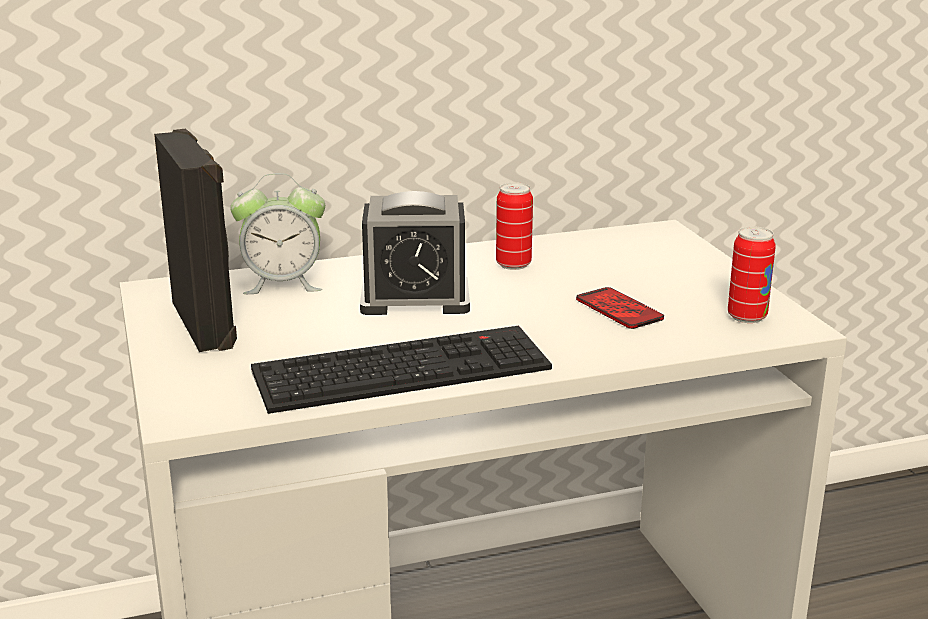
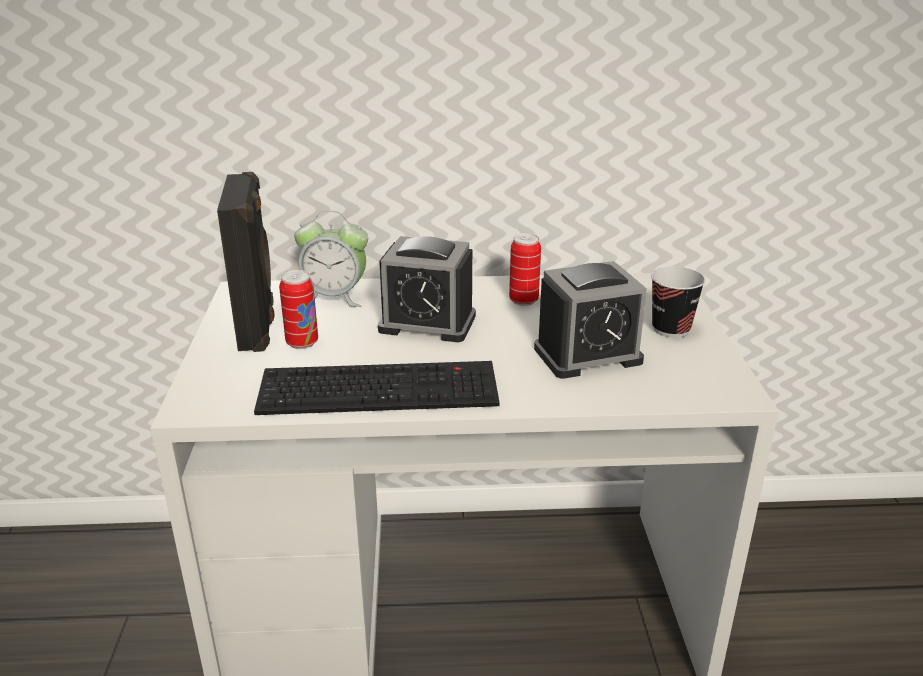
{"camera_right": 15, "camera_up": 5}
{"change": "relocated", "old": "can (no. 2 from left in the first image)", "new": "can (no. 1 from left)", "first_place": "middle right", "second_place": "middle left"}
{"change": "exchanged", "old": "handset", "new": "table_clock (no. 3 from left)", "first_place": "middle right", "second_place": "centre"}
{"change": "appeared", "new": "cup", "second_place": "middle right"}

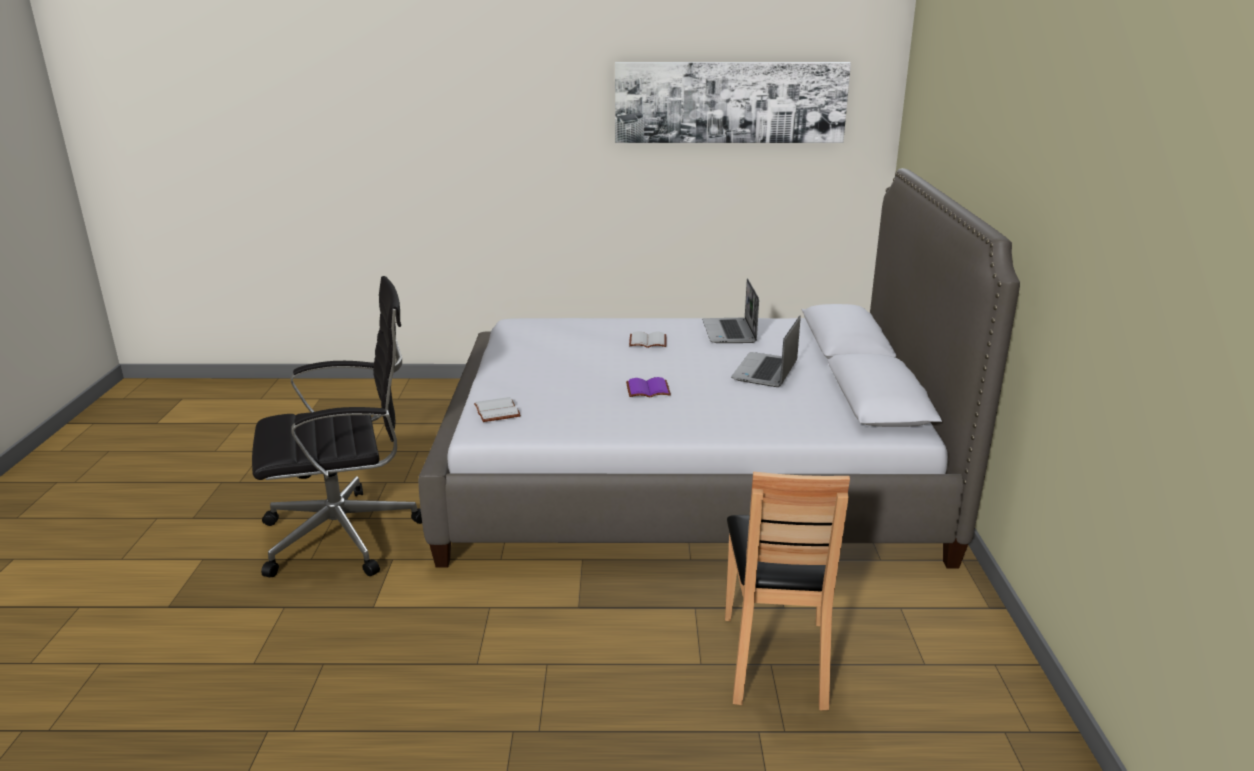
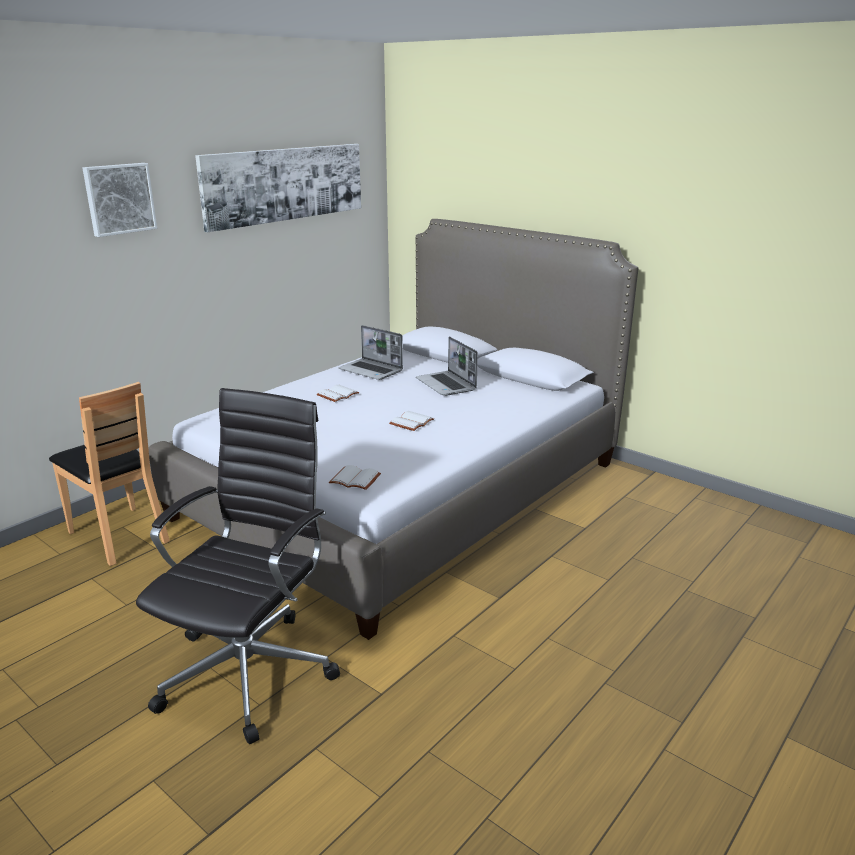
{"camera_right": -50, "camera_up": 0}
{"change": "colour", "old": "purple-coloured_volume", "new": "white_volume (no. 3 from left)", "first_place": "centre", "second_place": "centre"}
{"change": "relocated", "old": "brownish_plain_chair", "first_place": "bottom centre", "second_place": "middle left"}
{"change": "appeared", "new": "wall_art (no. 1 from left)", "second_place": "top left"}

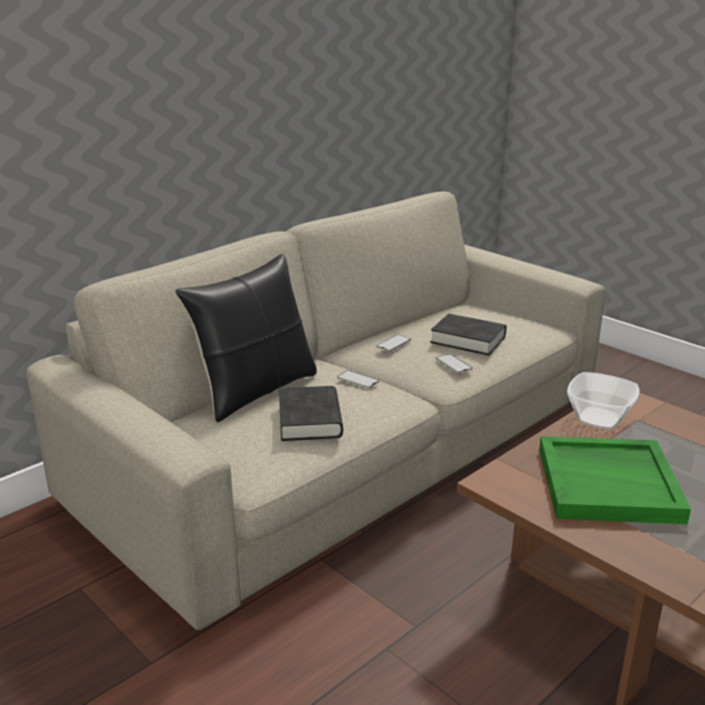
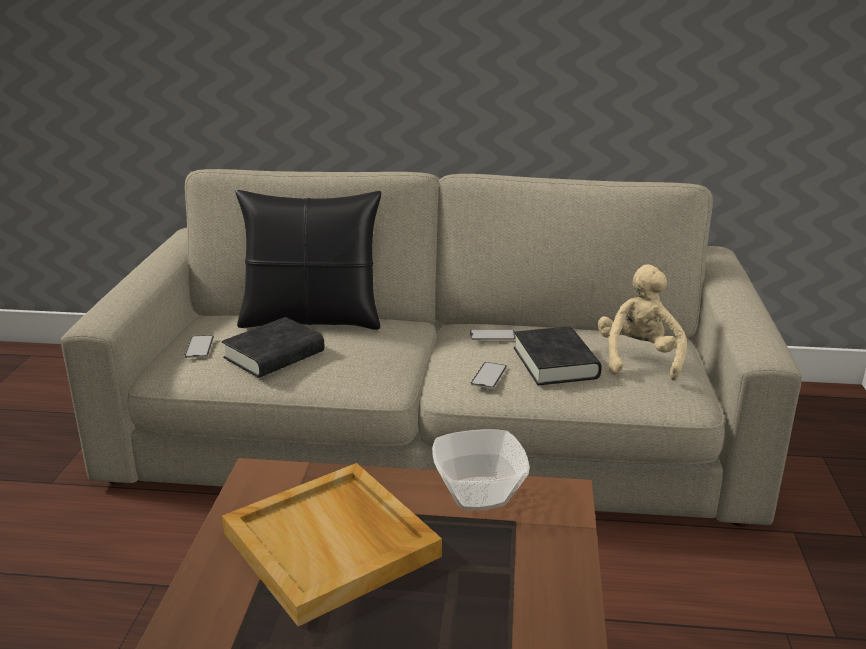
{"camera_right": 50, "camera_up": 0}
{"change": "relocated", "old": "handset (no. 1 from left)", "first_place": "centre", "second_place": "middle left"}
{"change": "colour", "old": "green_carrying_tray", "new": "beige-coloured_carrying_tray", "first_place": "bottom right", "second_place": "bottom centre"}
{"change": "appeared", "new": "beige-coloured_cuddly_toy", "second_place": "middle right"}

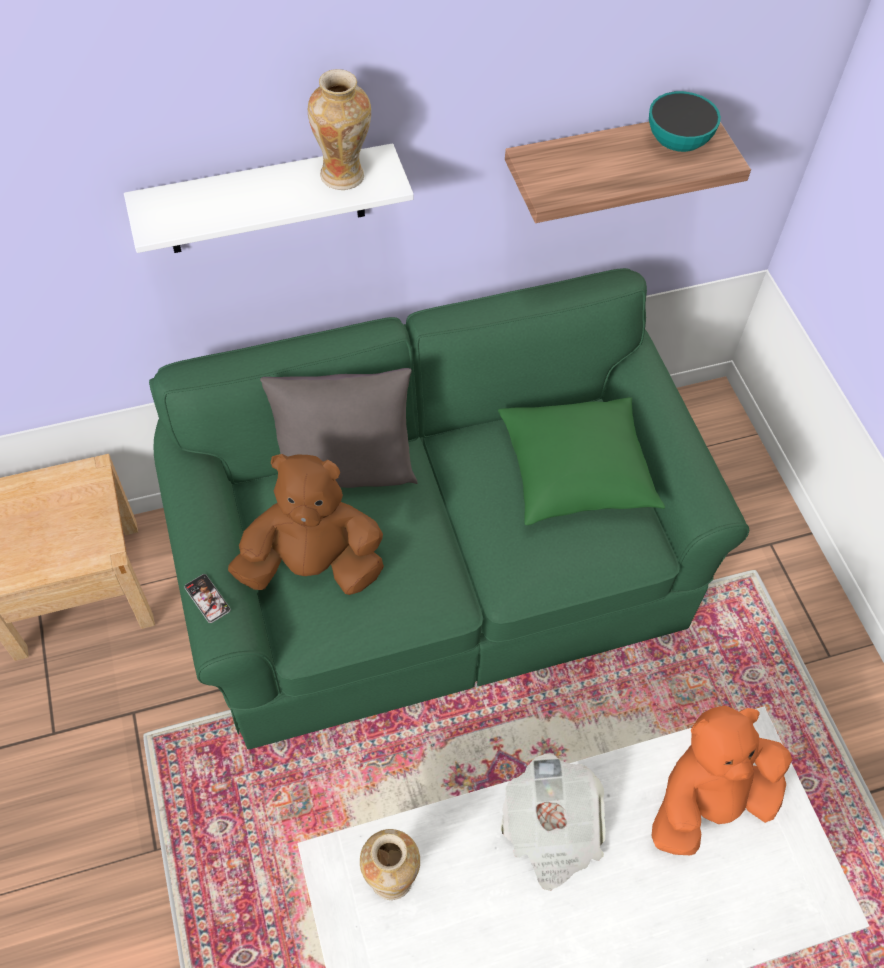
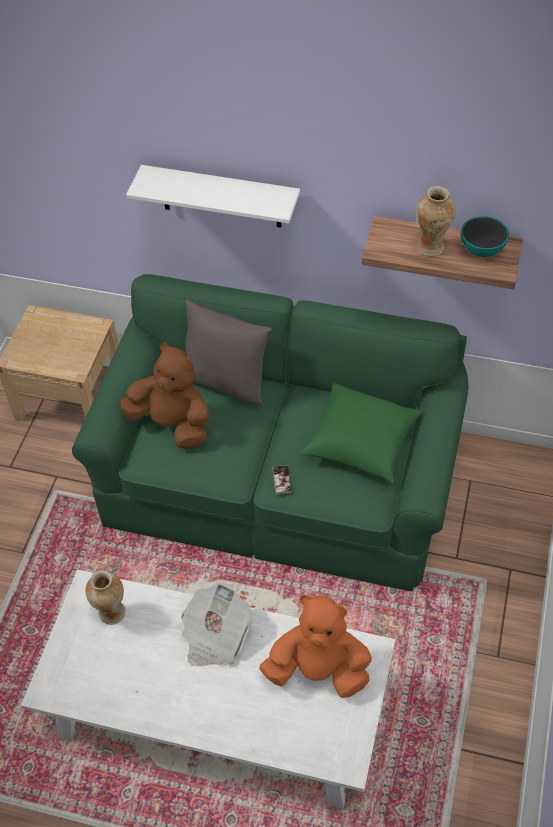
{"camera_right": 35, "camera_up": -5}
{"change": "relocated", "old": "vase (no. 1 from left in the first image)", "new": "vase (no. 2 from left)", "first_place": "top centre", "second_place": "top right"}
{"change": "relocated", "old": "handset", "first_place": "middle left", "second_place": "centre"}

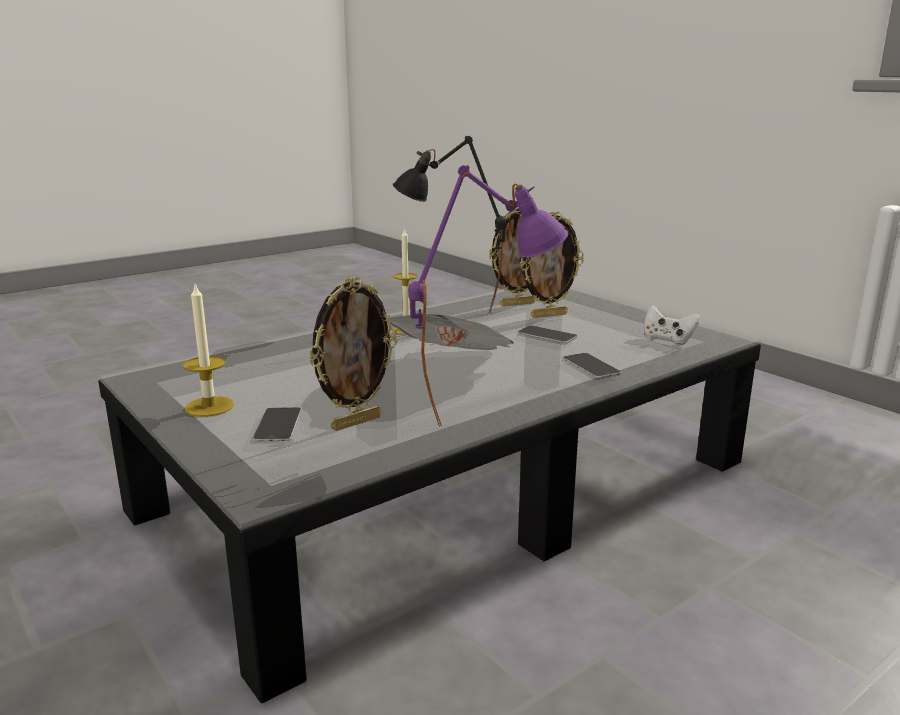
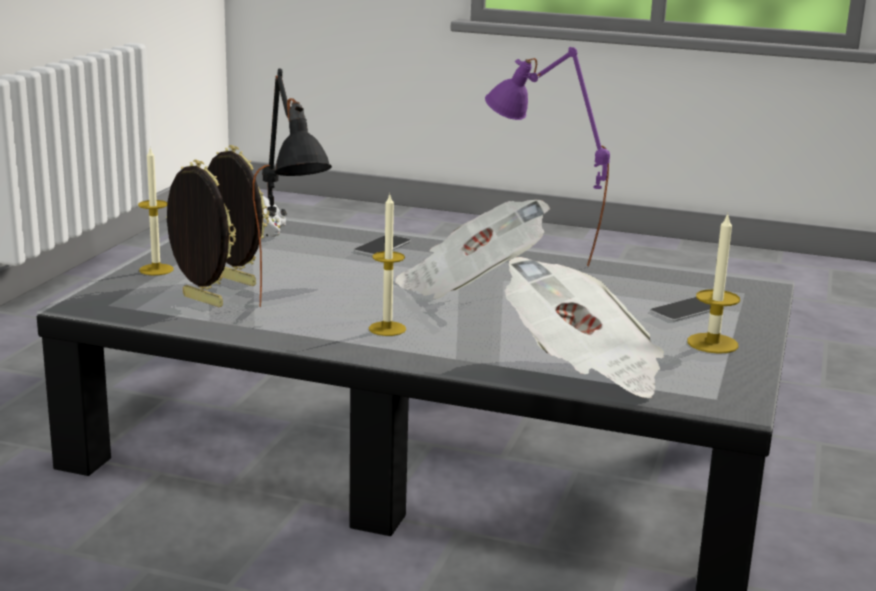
{"camera_right": -125, "camera_up": 0}
{"change": "missing", "old": "picture_frame (no. 1 from left)", "first_place": "centre"}
{"change": "missing", "old": "handset (no. 2 from left)", "first_place": "centre"}
{"change": "appeared", "new": "wax_light (no. 1 from left)", "second_place": "middle left"}
{"change": "appeared", "new": "newspaper (no. 2 from left)", "second_place": "middle right"}

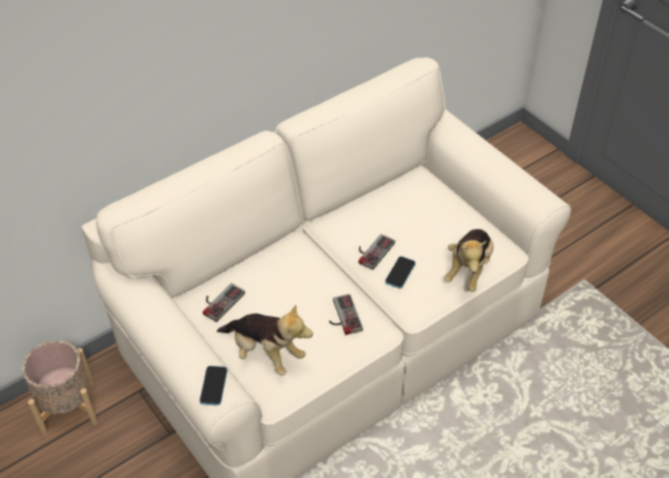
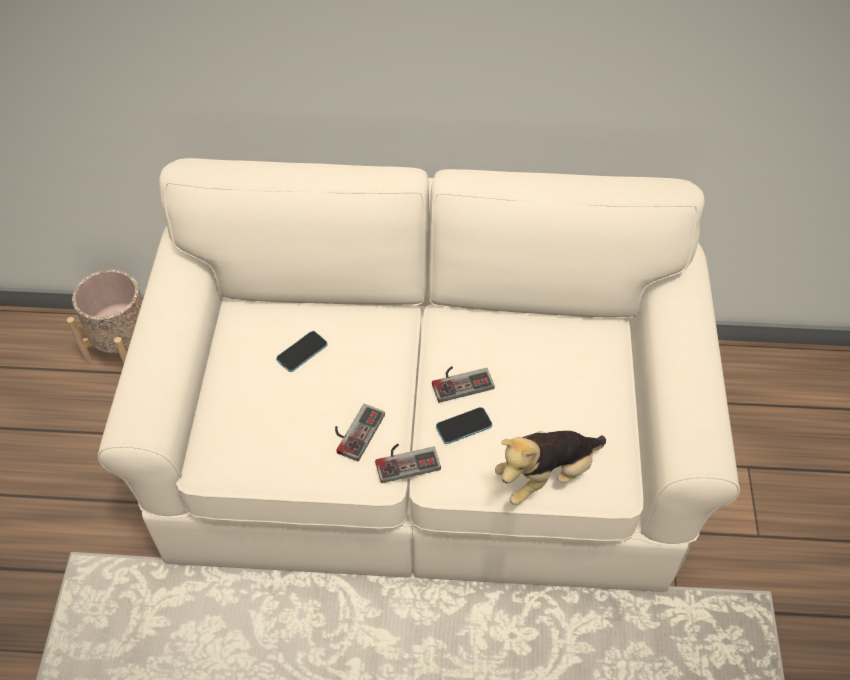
{"camera_right": 40, "camera_up": 5}
{"change": "relocated", "old": "gamepad (no. 1 from left in the first image)", "new": "gamepad (no. 2 from left)", "first_place": "centre", "second_place": "bottom centre"}
{"change": "missing", "old": "cuddly_toy (no. 1 from left)", "first_place": "bottom centre"}
{"change": "relocated", "old": "handset (no. 1 from left)", "first_place": "bottom left", "second_place": "centre"}

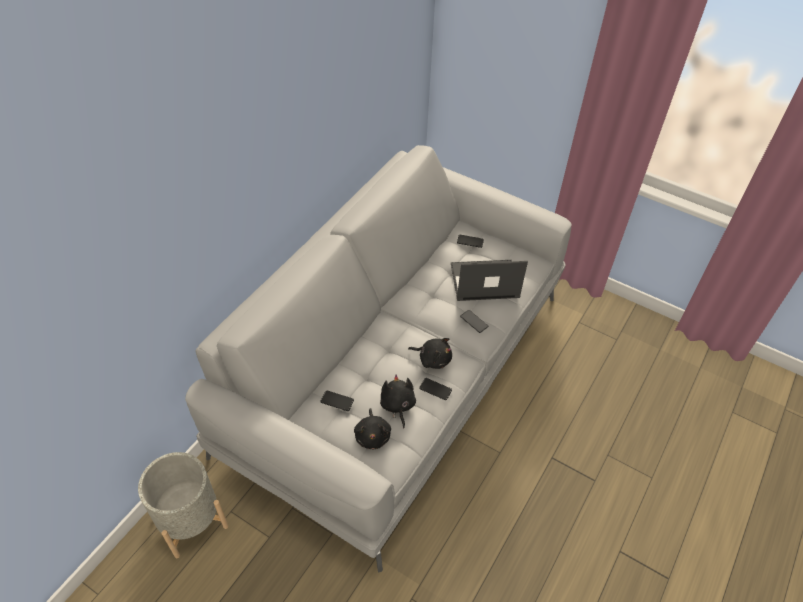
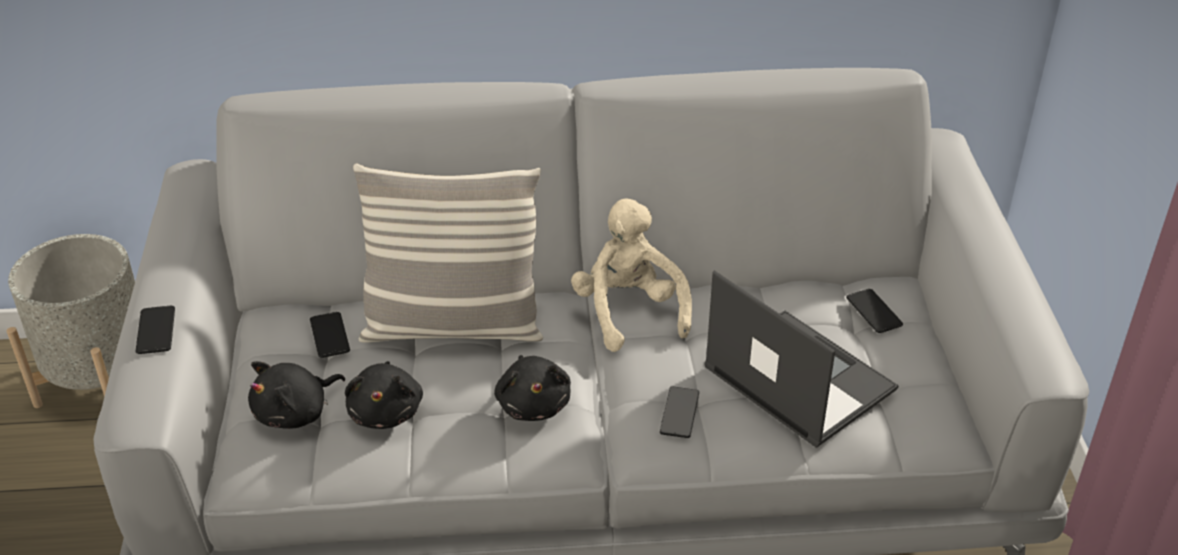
{"camera_right": 55, "camera_up": -10}
{"change": "spun", "old": "blackish_cuddly_toy (no. 2 from left)", "first_place": "centre", "second_place": "bottom left", "degrees": 135}
{"change": "relocated", "old": "handset (no. 2 from left in the first image)", "new": "handset (no. 1 from left)", "first_place": "centre", "second_place": "middle left"}
{"change": "appeared", "new": "throw_pillow", "second_place": "centre"}
{"change": "appeared", "new": "beige-coloured_cuddly_toy", "second_place": "centre"}

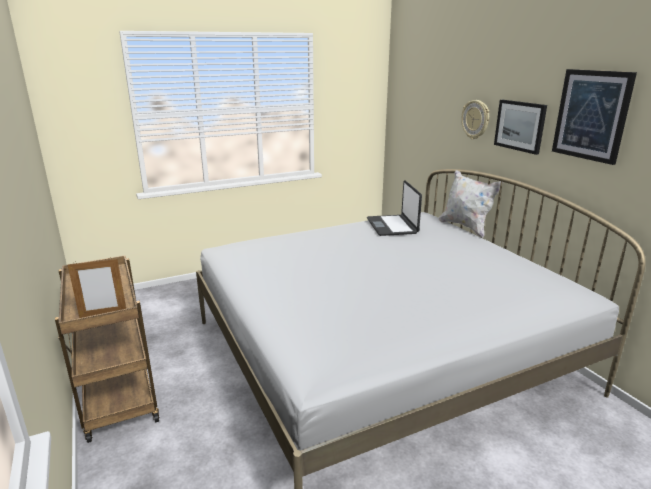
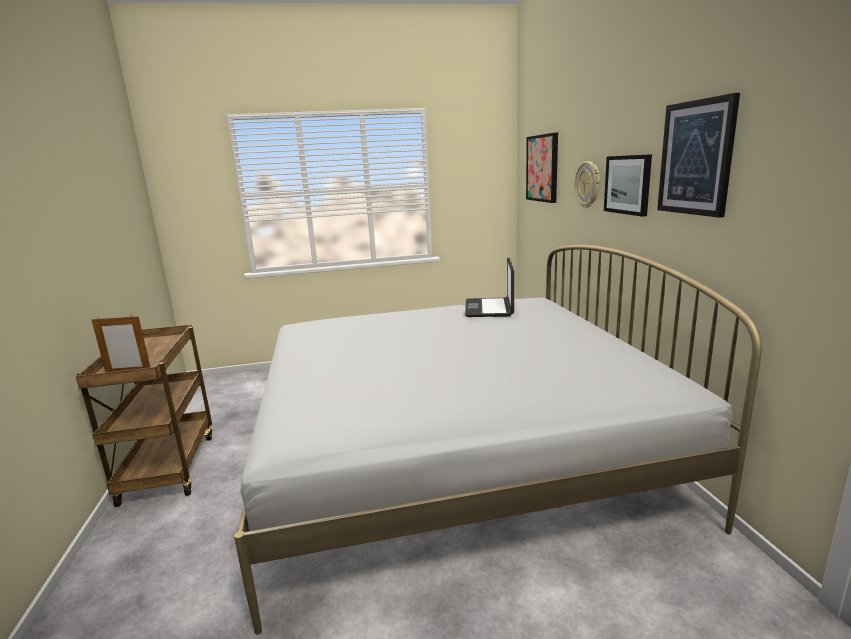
{"camera_right": 15, "camera_up": -5}
{"change": "missing", "old": "white_throw_pillow", "first_place": "middle right"}
{"change": "appeared", "new": "wall_art (no. 1 from left)", "second_place": "top centre"}

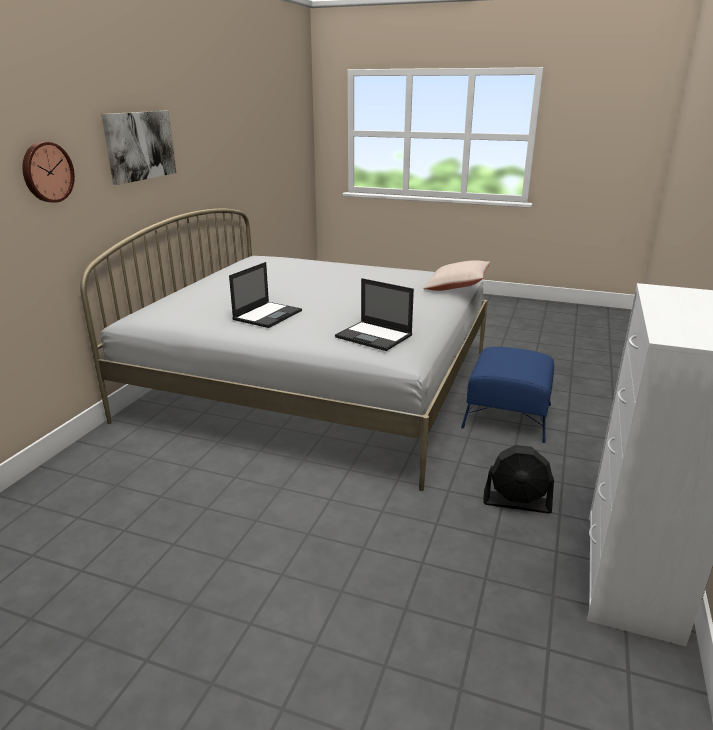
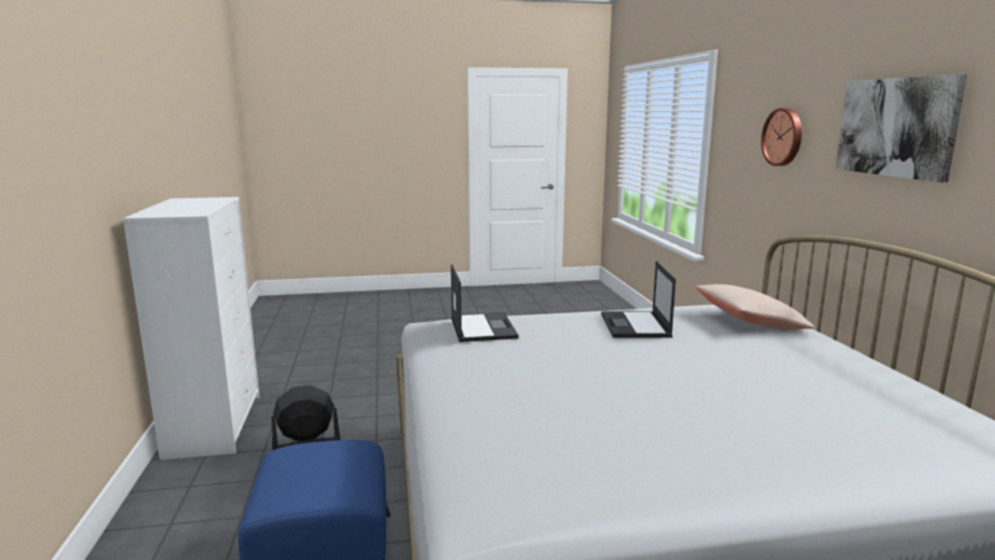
{"camera_right": 150, "camera_up": -10}
{"change": "relocated", "old": "beige-coloured_throw_pillow", "first_place": "centre", "second_place": "middle right"}
{"change": "spun", "old": "laptop (no. 2 from left in the first image)", "first_place": "centre", "second_place": "centre", "degrees": 75}

